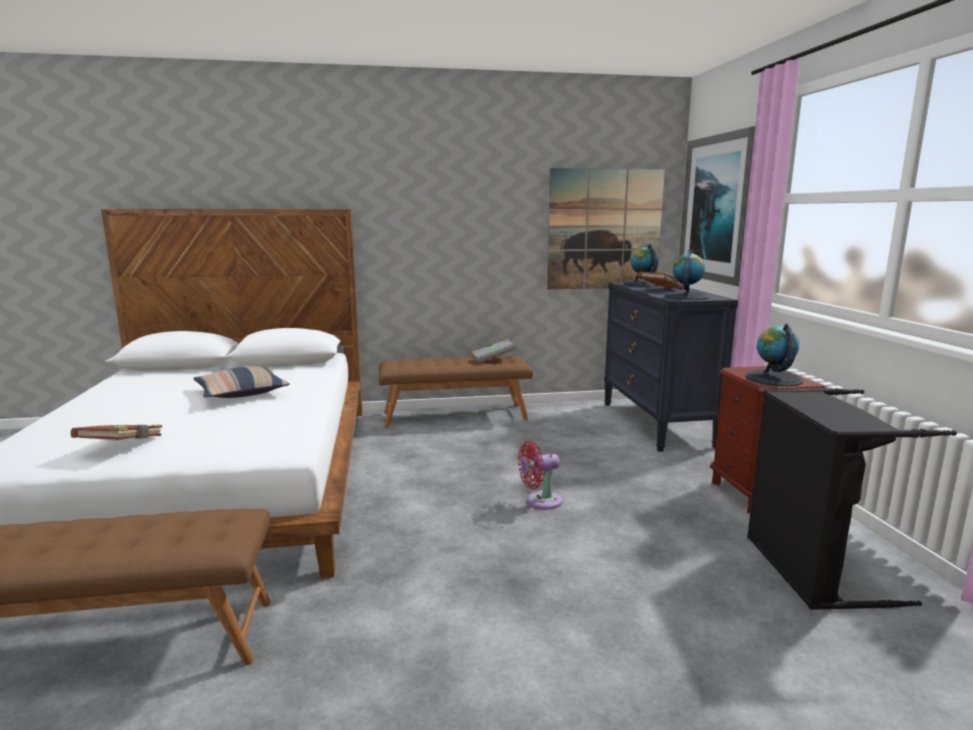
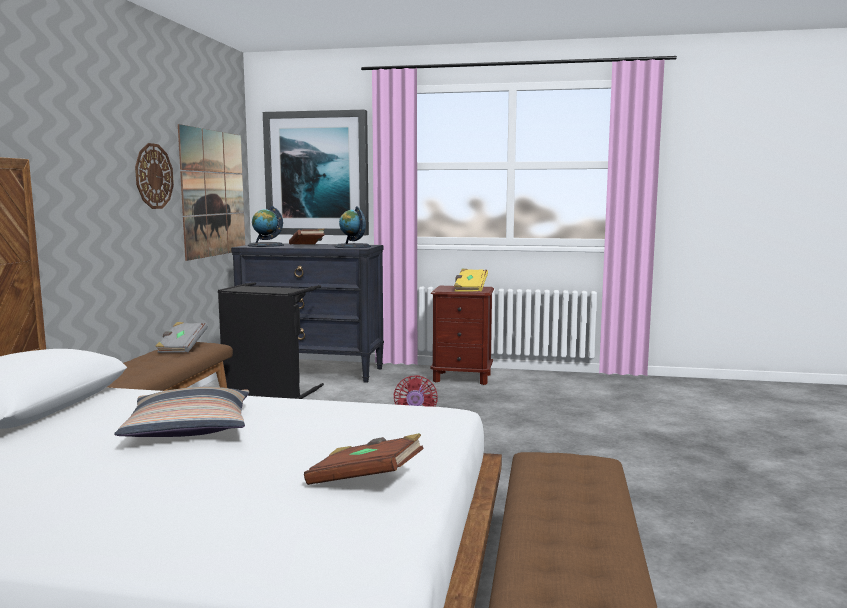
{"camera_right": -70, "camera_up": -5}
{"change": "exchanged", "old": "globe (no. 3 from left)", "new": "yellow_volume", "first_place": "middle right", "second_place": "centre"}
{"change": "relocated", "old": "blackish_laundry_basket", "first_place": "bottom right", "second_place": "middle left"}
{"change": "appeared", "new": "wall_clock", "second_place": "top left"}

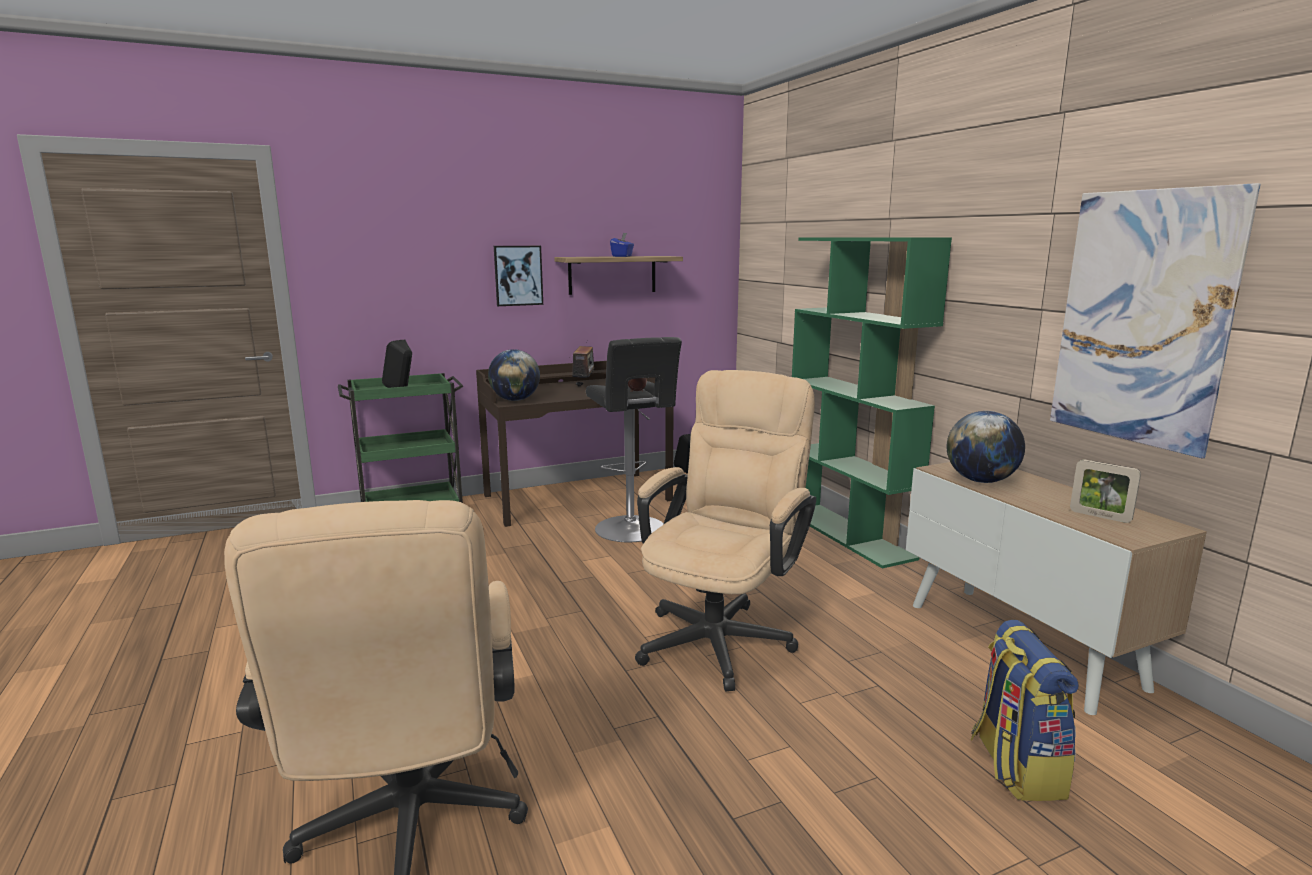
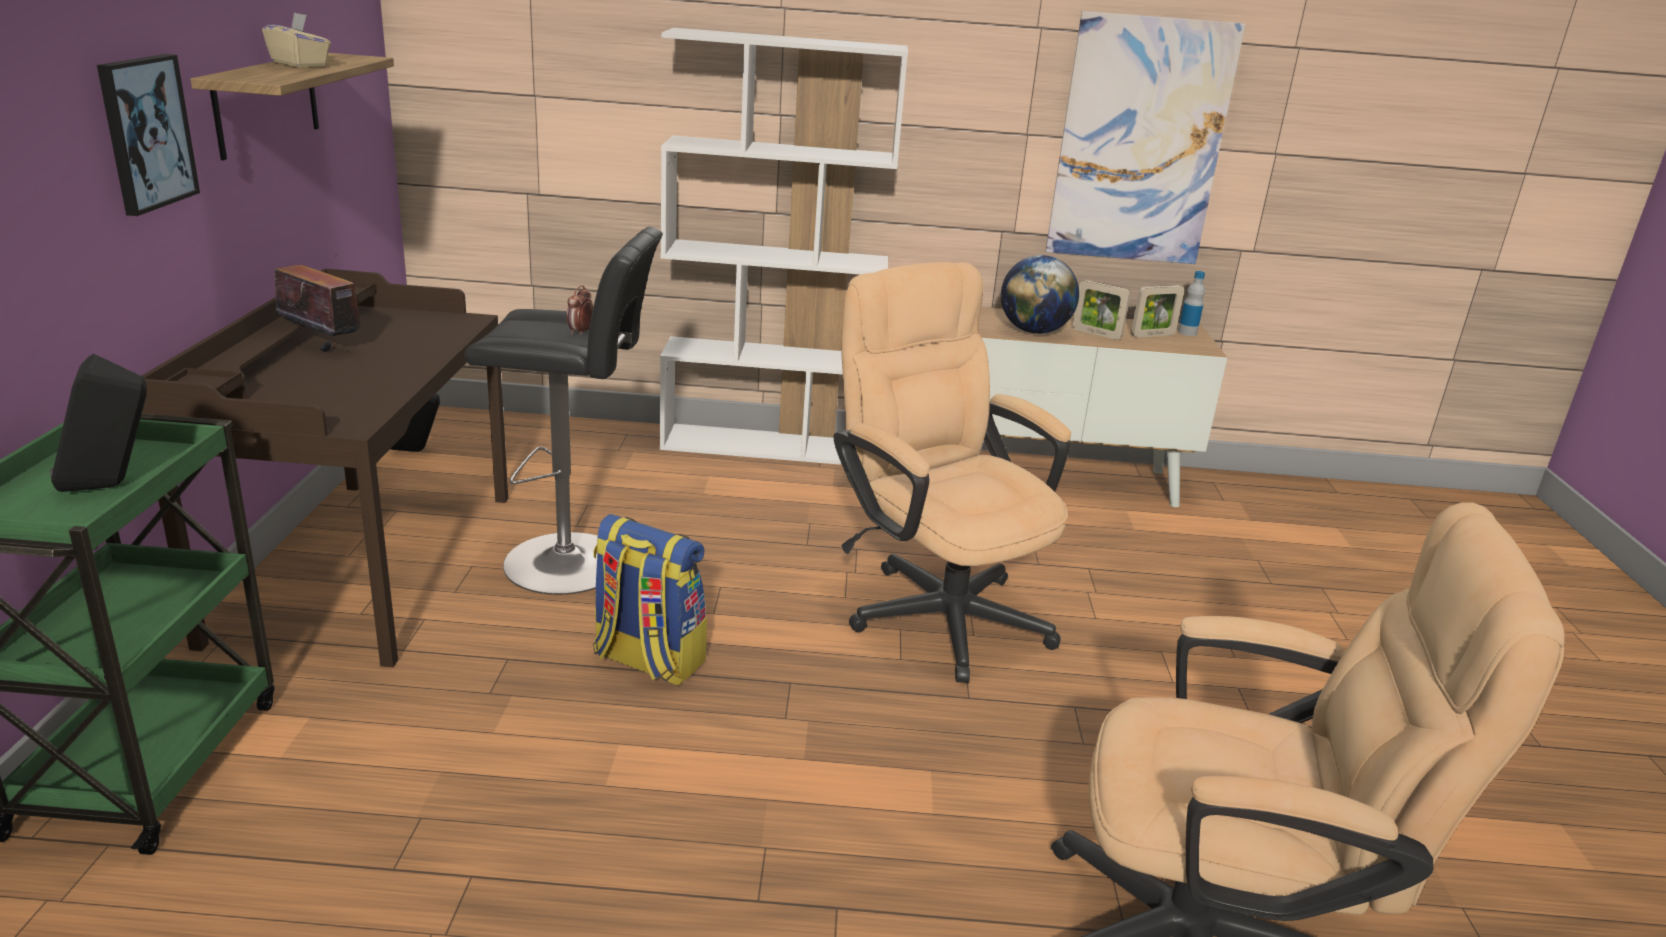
{"camera_right": -65, "camera_up": 10}
{"change": "colour", "old": "blue_tissue_holder", "new": "beige-coloured_tissue_holder", "first_place": "top centre", "second_place": "top left"}
{"change": "colour", "old": "green_shelving_unit", "new": "white_shelving_unit", "first_place": "centre", "second_place": "top centre"}
{"change": "missing", "old": "globe (no. 1 from left)", "first_place": "centre"}
{"change": "relocated", "old": "knapsack", "first_place": "bottom right", "second_place": "centre"}
{"change": "appeared", "new": "bottle", "second_place": "top right"}
{"change": "appeared", "new": "picture_frame (no. 1 from left)", "second_place": "top centre"}

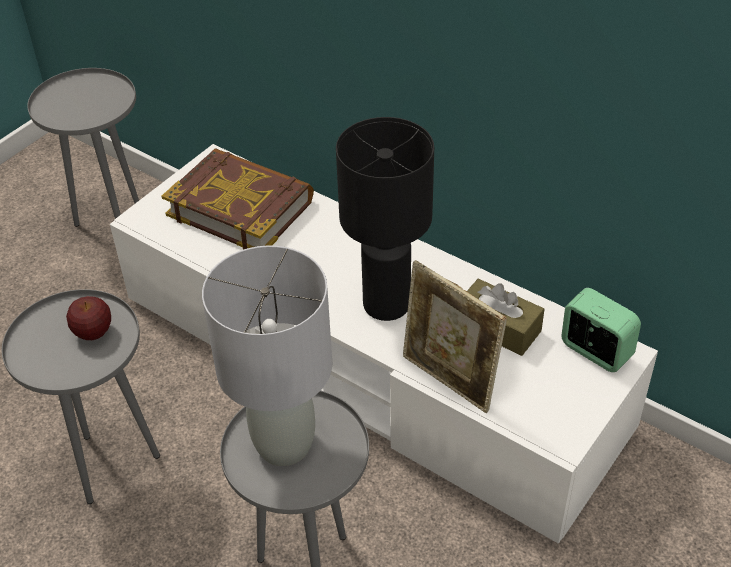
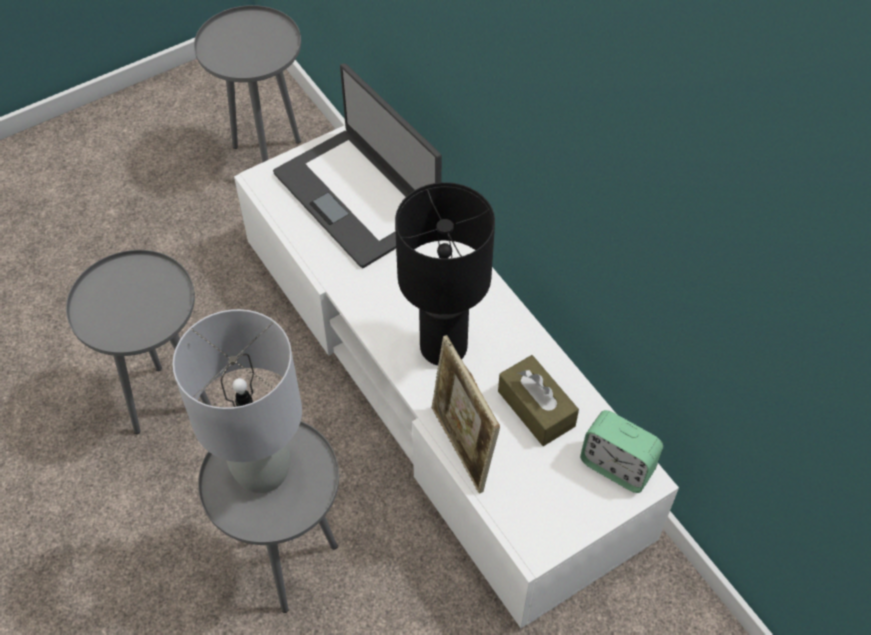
{"camera_right": 20, "camera_up": 10}
{"change": "exchanged", "old": "volume", "new": "laptop", "first_place": "middle left", "second_place": "top centre"}
{"change": "spun", "old": "table_clock", "first_place": "middle right", "second_place": "bottom right", "degrees": 150}
{"change": "missing", "old": "whole_apple", "first_place": "middle left"}

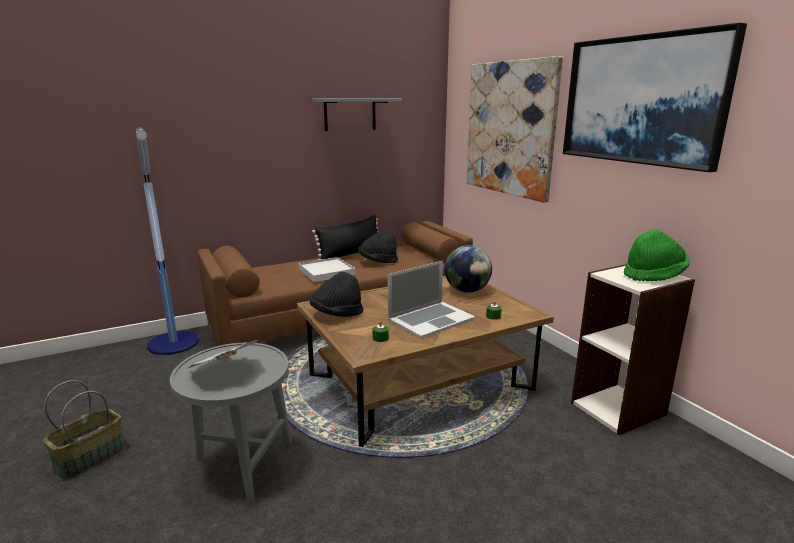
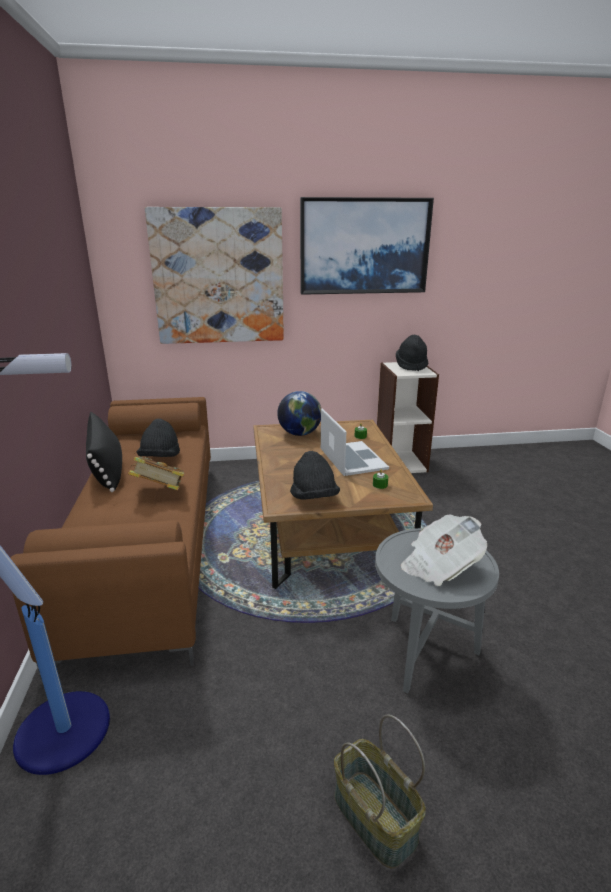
{"camera_right": -70, "camera_up": 5}
{"change": "missing", "old": "grey_shelf", "first_place": "top centre"}
{"change": "colour", "old": "green_wearable_hat", "new": "blackish_wearable_hat (no. 3 from left)", "first_place": "middle right", "second_place": "middle right"}
{"change": "exchanged", "old": "white_carrying_tray", "new": "volume", "first_place": "centre", "second_place": "middle left"}

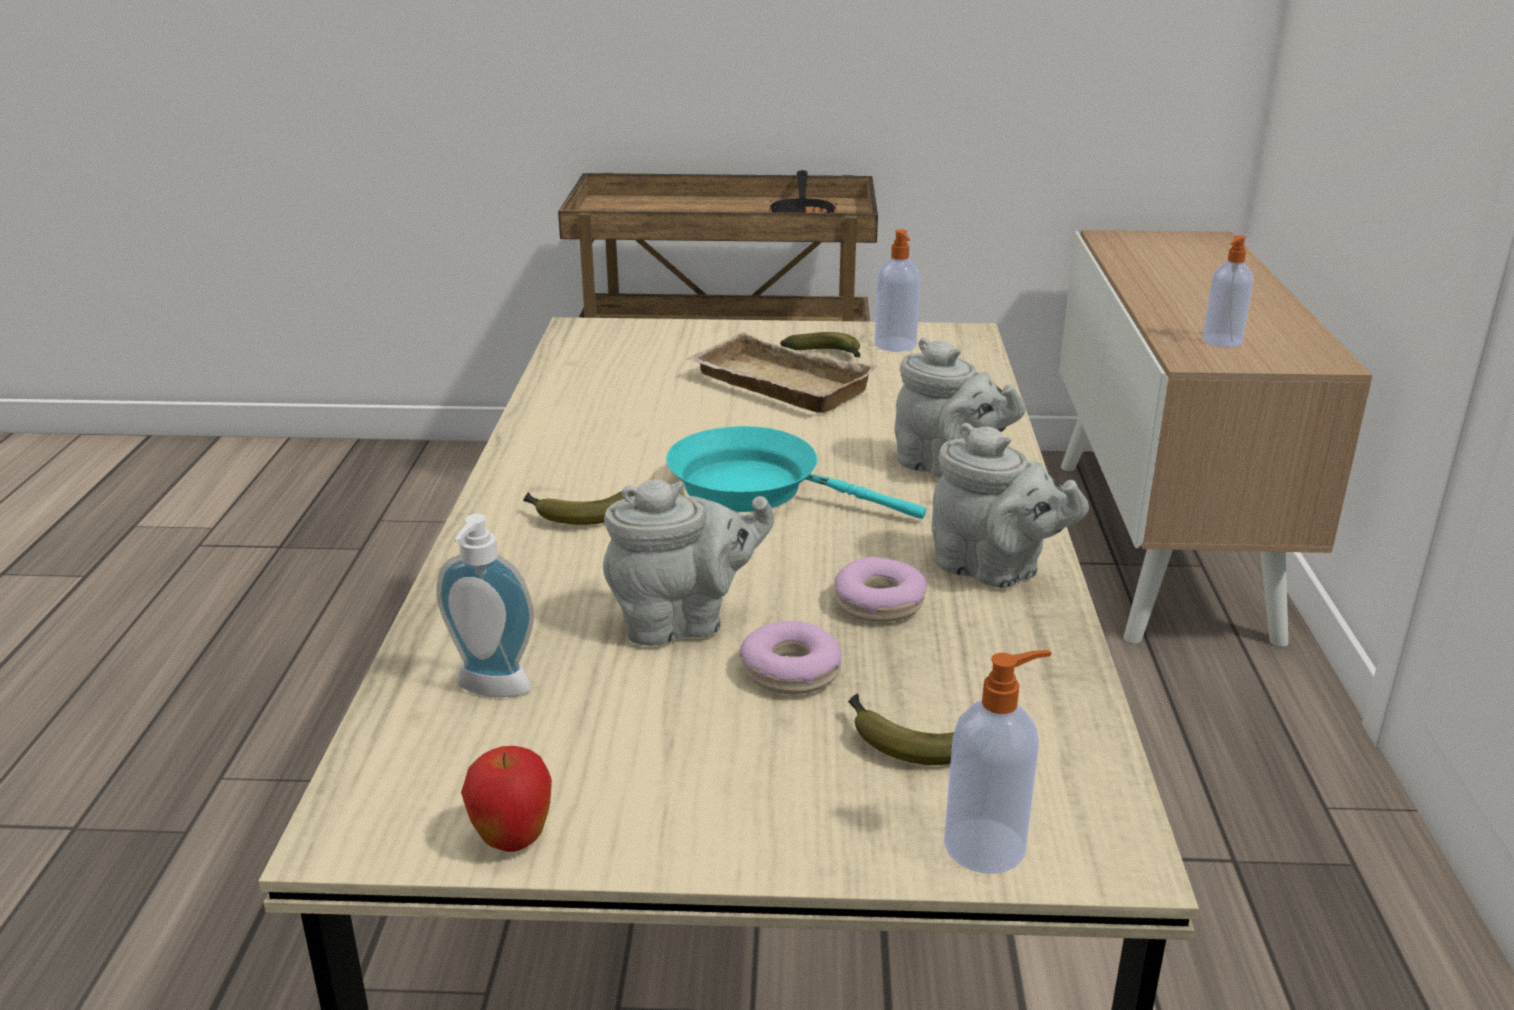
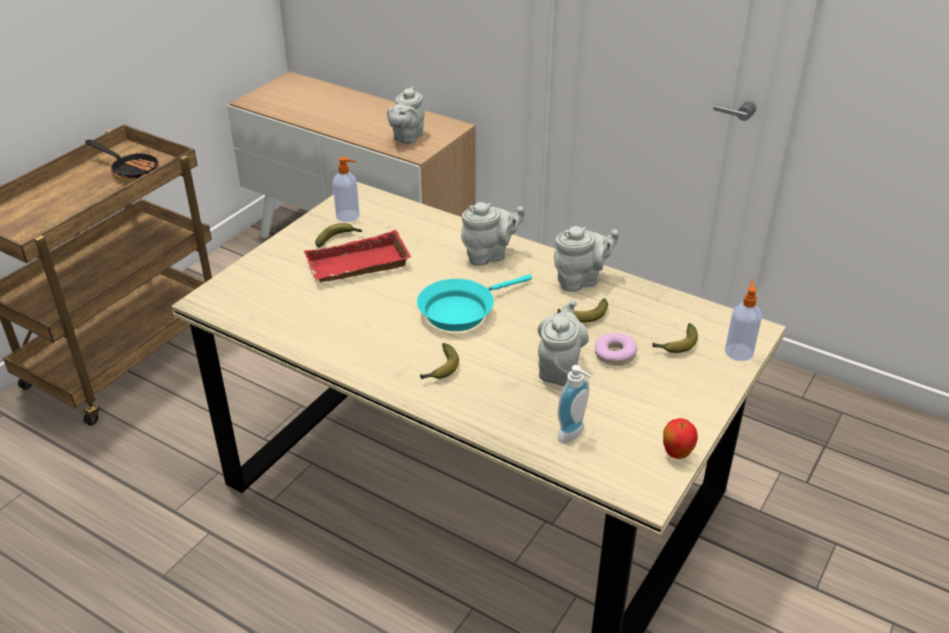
{"camera_right": -60, "camera_up": 10}
{"change": "exchanged", "old": "soap_dispenser (no. 4 from left)", "new": "grey_teapot (no. 1 from left)", "first_place": "top right", "second_place": "top centre"}
{"change": "colour", "old": "beige-coloured_carrying_tray", "new": "red-coloured_carrying_tray", "first_place": "centre", "second_place": "centre"}
{"change": "exchanged", "old": "doughnut (no. 2 from left)", "new": "banana_fruit (no. 3 from left)", "first_place": "centre", "second_place": "centre"}

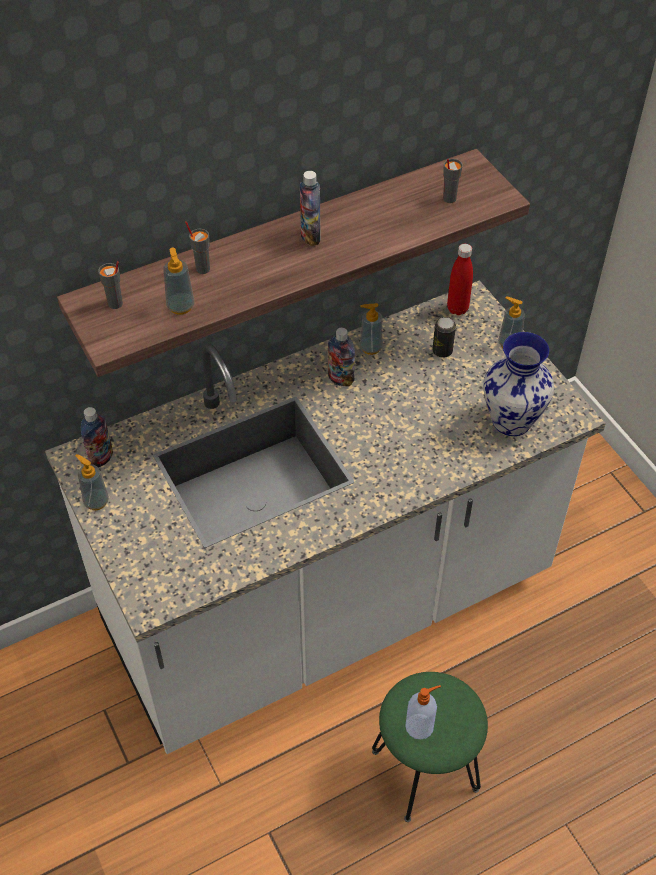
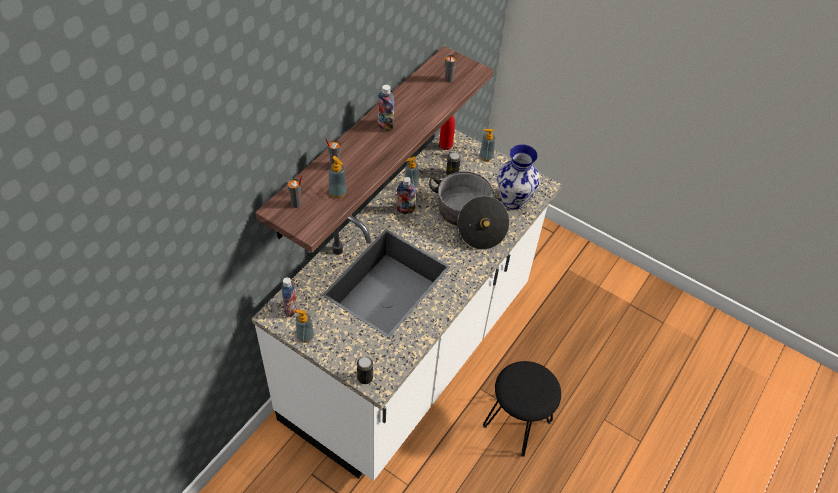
{"camera_right": -30, "camera_up": 0}
{"change": "colour", "old": "green_stool", "new": "blackish_stool", "first_place": "bottom centre", "second_place": "bottom centre"}
{"change": "missing", "old": "soap_dispenser (no. 4 from left)", "first_place": "bottom centre"}
{"change": "appeared", "new": "saucepot", "second_place": "centre"}
{"change": "appeared", "new": "can (no. 1 from left)", "second_place": "bottom centre"}

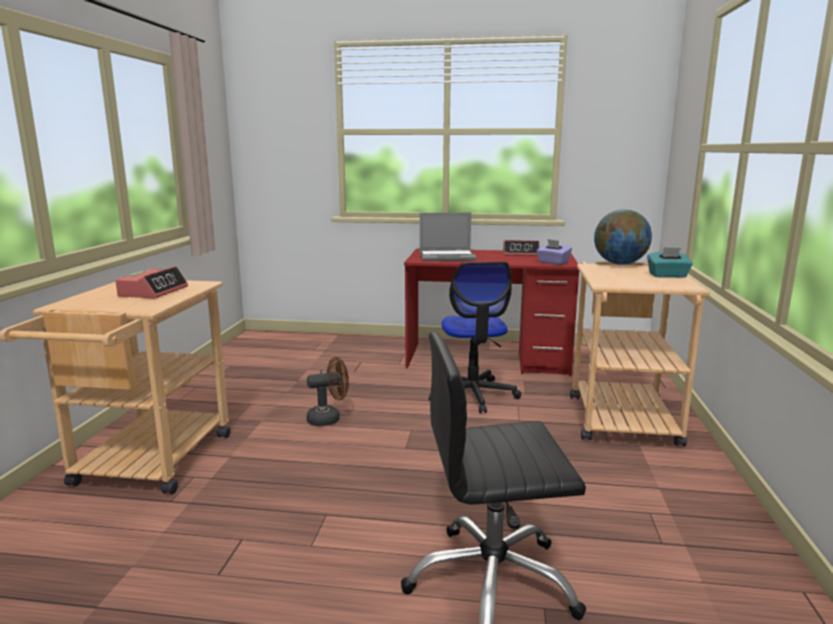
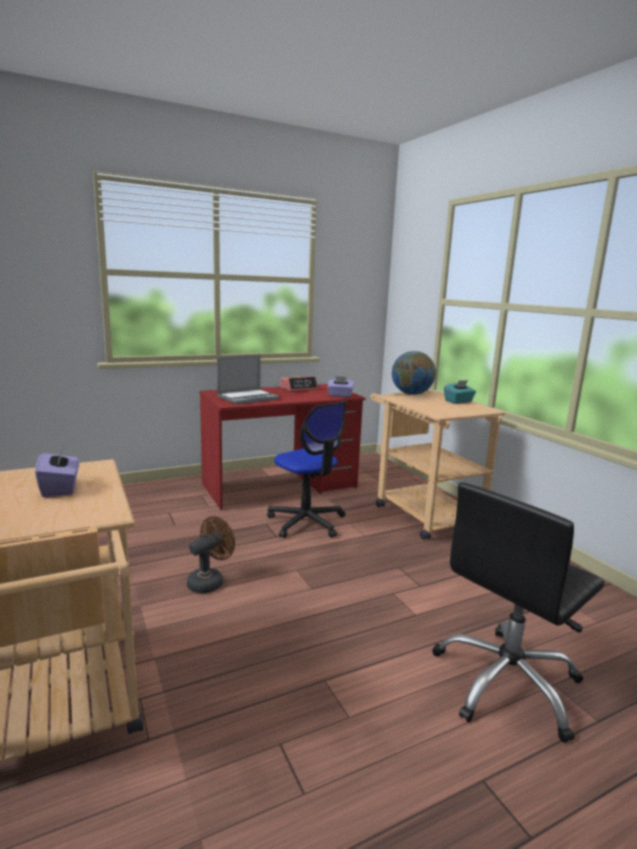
{"camera_right": -35, "camera_up": 0}
{"change": "exchanged", "old": "table_clock (no. 1 from left)", "new": "purple-coloured_tissue_holder (no. 1 from left)", "first_place": "middle left", "second_place": "middle left"}

